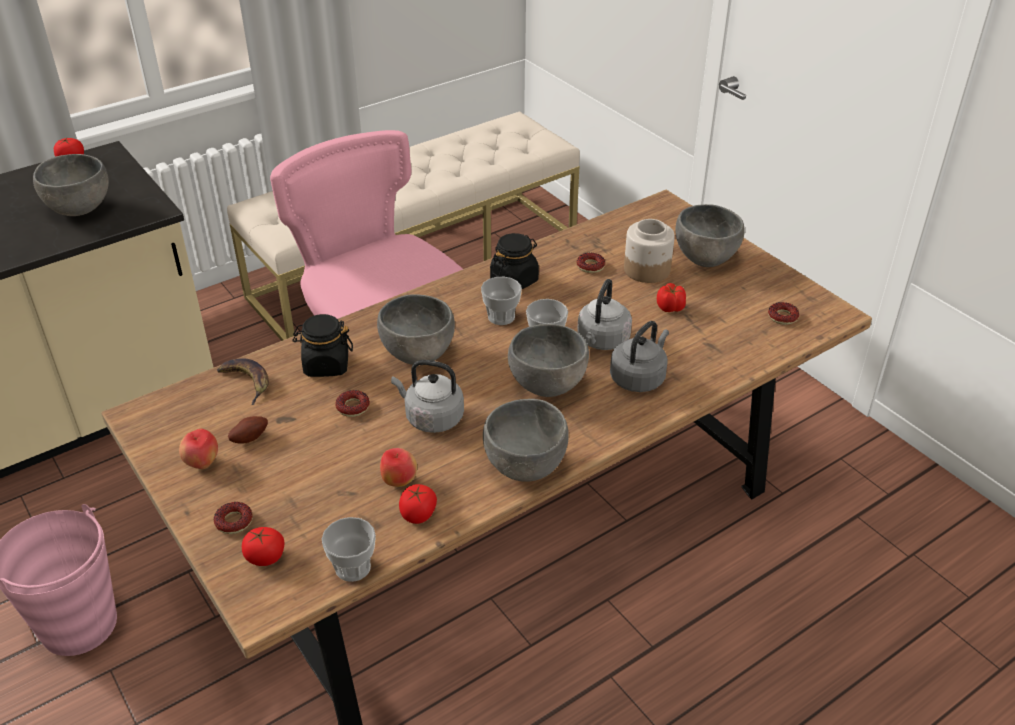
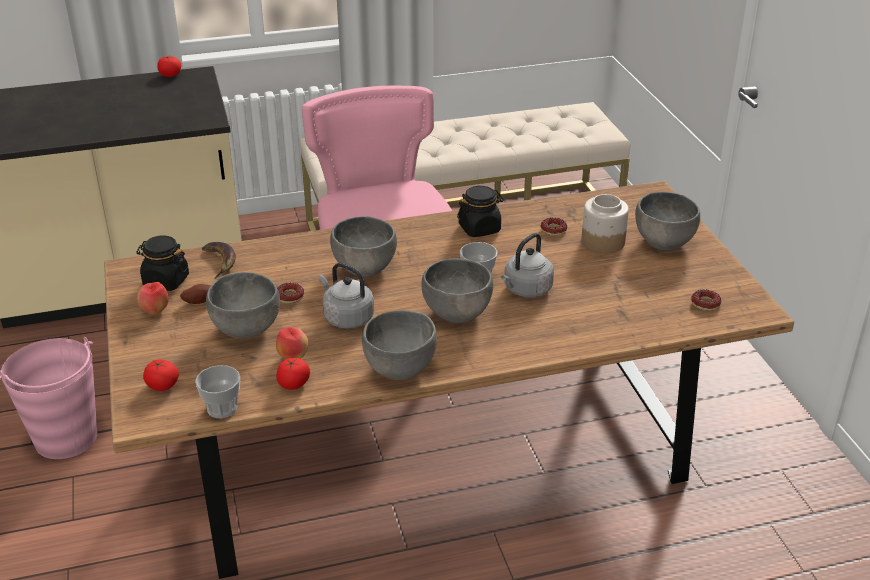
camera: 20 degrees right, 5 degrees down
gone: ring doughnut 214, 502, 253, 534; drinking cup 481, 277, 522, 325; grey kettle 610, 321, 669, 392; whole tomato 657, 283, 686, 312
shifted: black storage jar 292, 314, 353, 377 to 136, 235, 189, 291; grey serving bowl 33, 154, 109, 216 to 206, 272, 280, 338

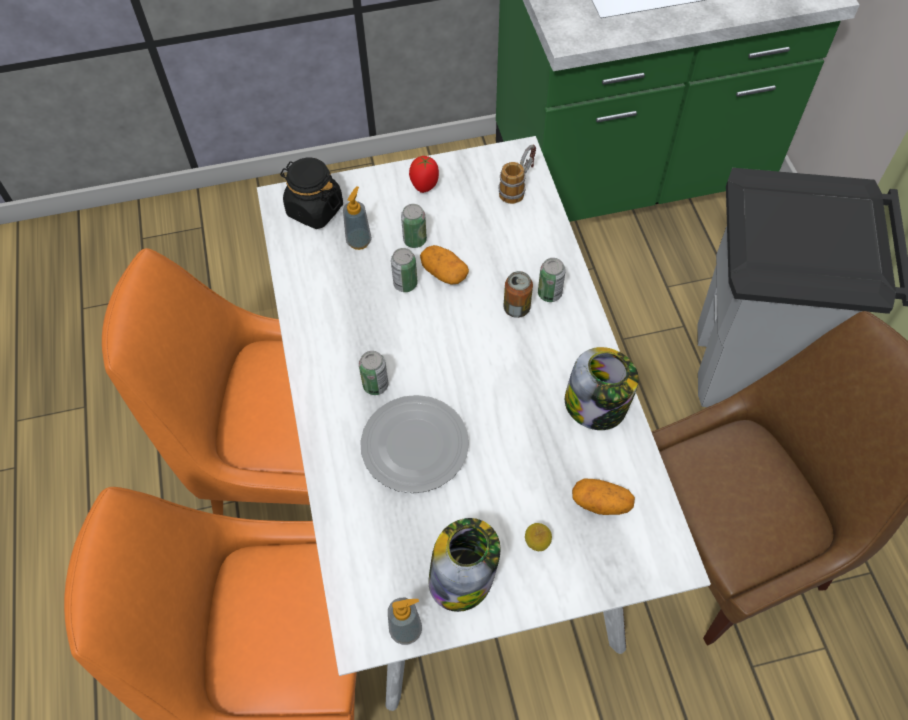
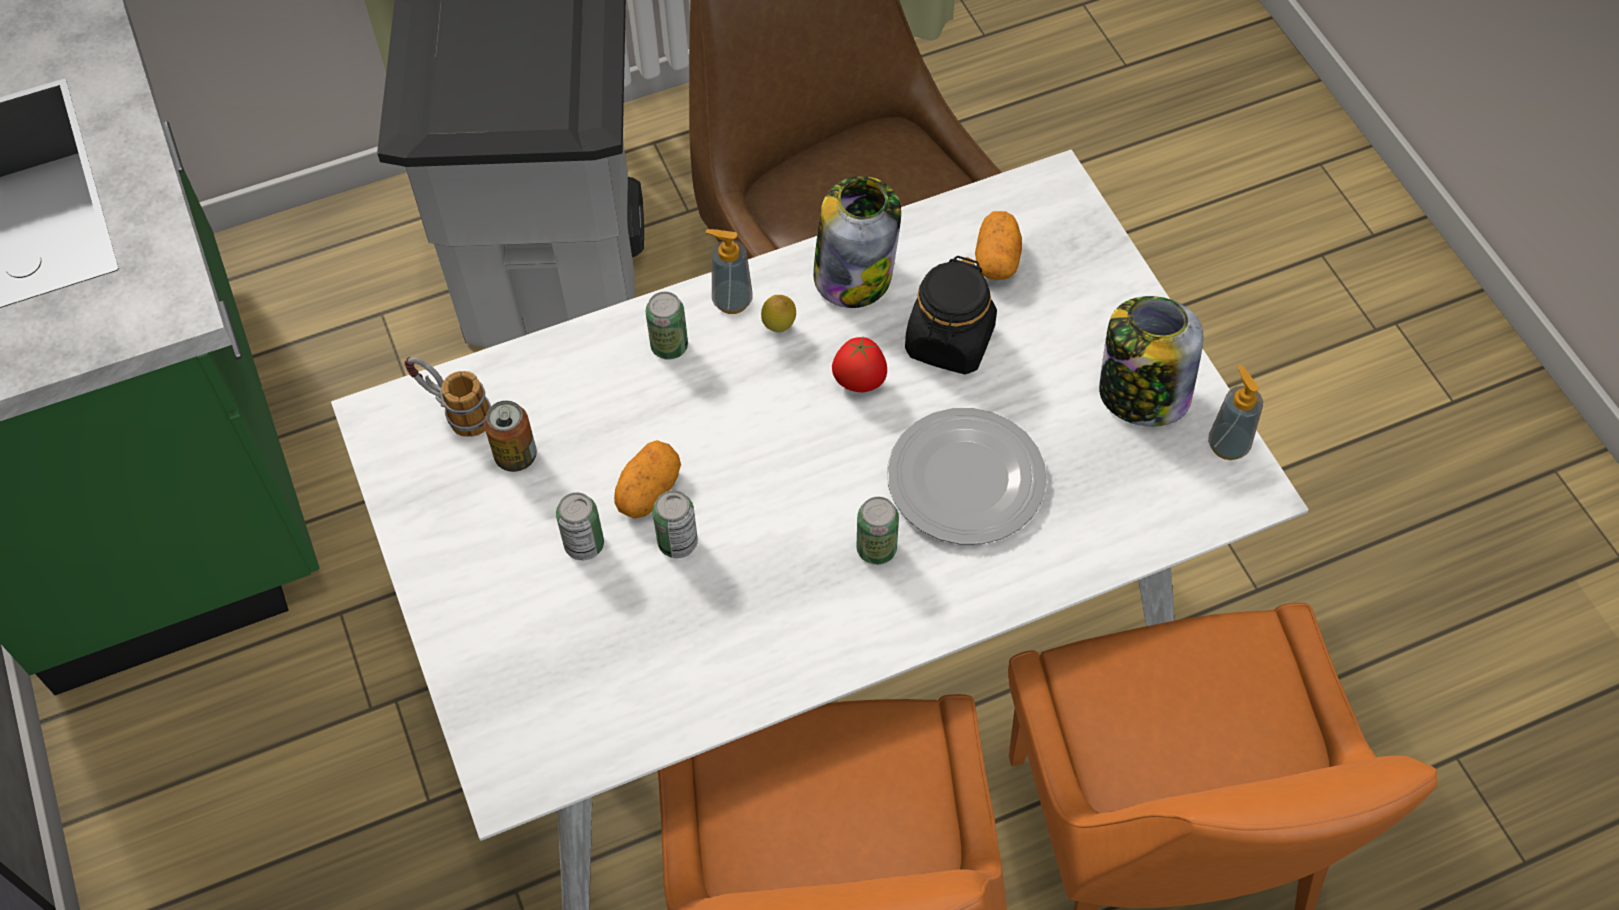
camera: 100 degrees left, 0 degrees up
shifted: metal can 503, 271, 533, 318 to 484, 401, 537, 472; soap bottle 343, 186, 372, 250 to 706, 229, 753, 314; whole lemon 525, 523, 552, 551 to 761, 295, 796, 332; whole tomato 409, 156, 439, 193 to 832, 337, 887, 392; black storage jar 280, 157, 343, 229 to 905, 256, 997, 374

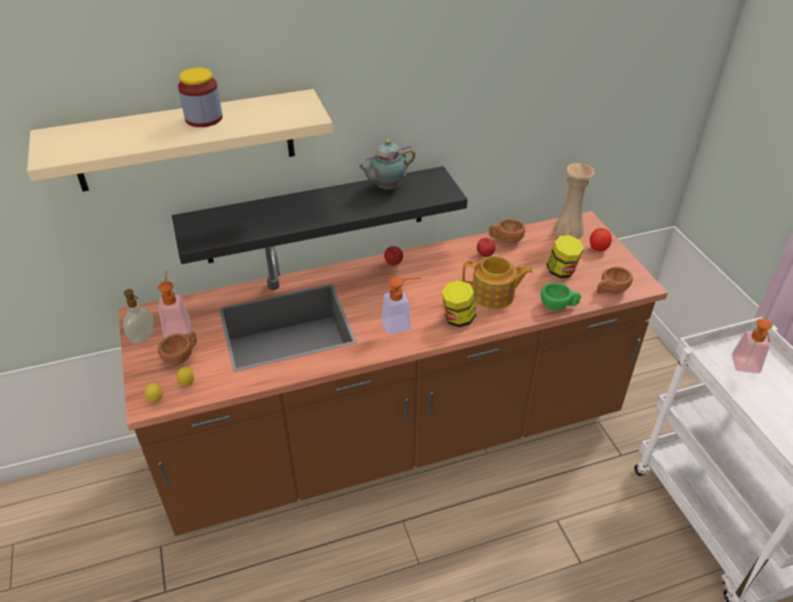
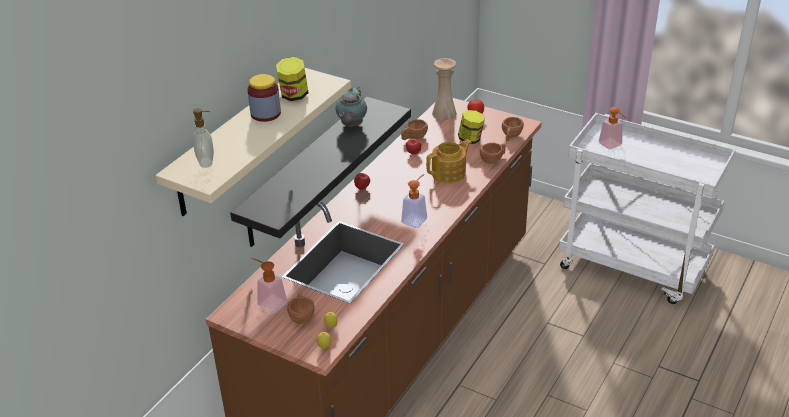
camera: 40 degrees left, 5 degrees down
shifted: soap bottle 123, 289, 154, 344 to 193, 108, 214, 168; storage jar 442, 280, 476, 327 to 276, 57, 308, 101
repainted: greenish drinking cup 541, 283, 581, 310 to brown drinking cup 480, 143, 506, 164

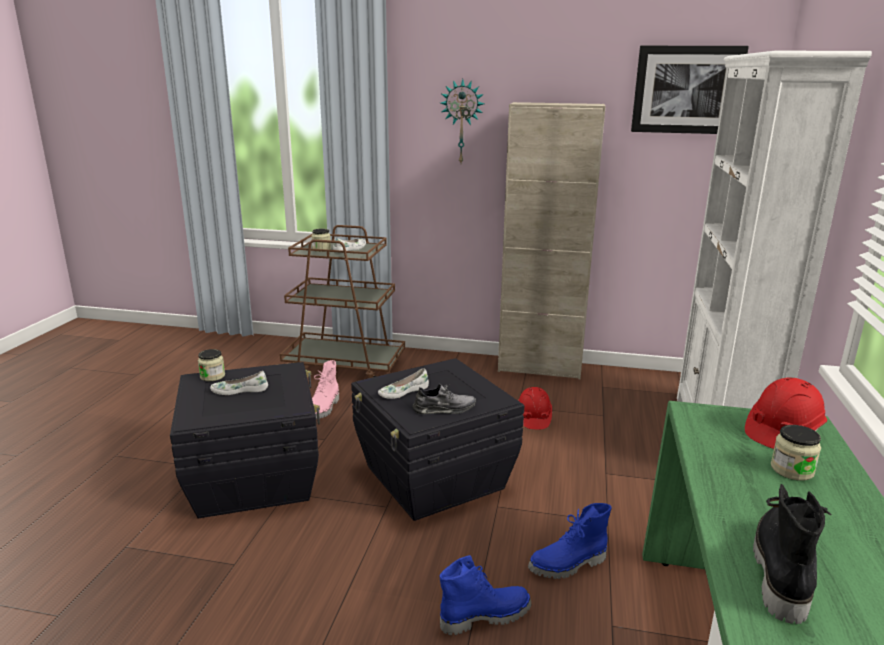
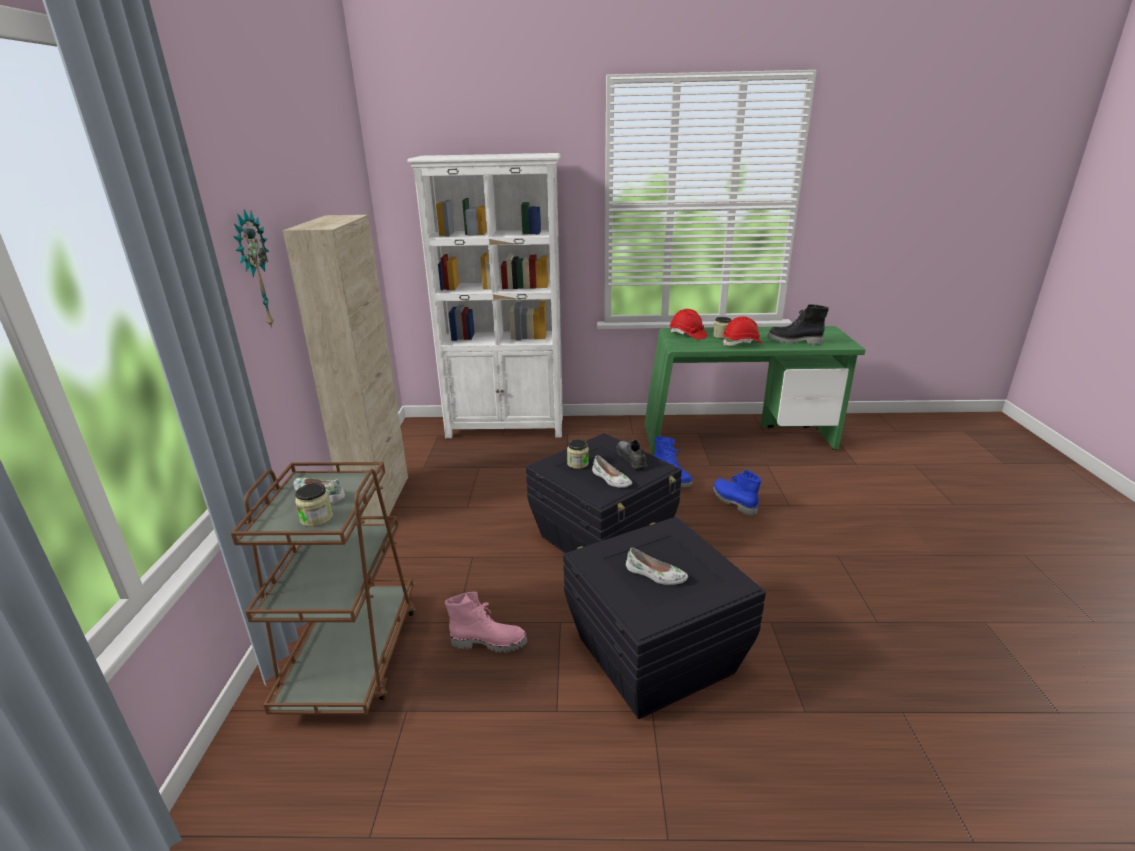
camera: 100 degrees left, 5 degrees up
gone: picture 631, 46, 749, 134
shifted: storage jar 198, 349, 225, 381 to 567, 439, 589, 469; red hard hat 518, 387, 552, 430 to 723, 316, 763, 346
rotated: white-coloured low shoe 210, 371, 268, 395 = 626, 548, 688, 585 45 degrees counterclockwise

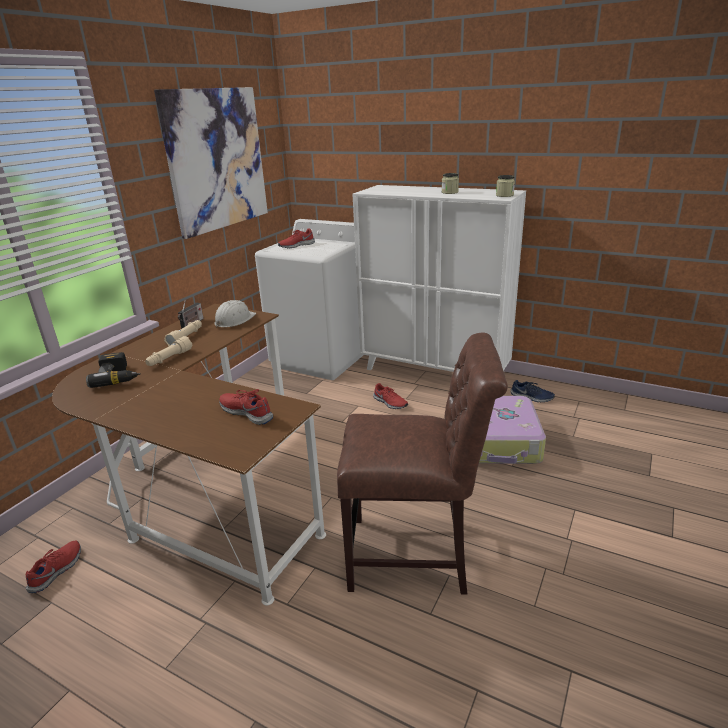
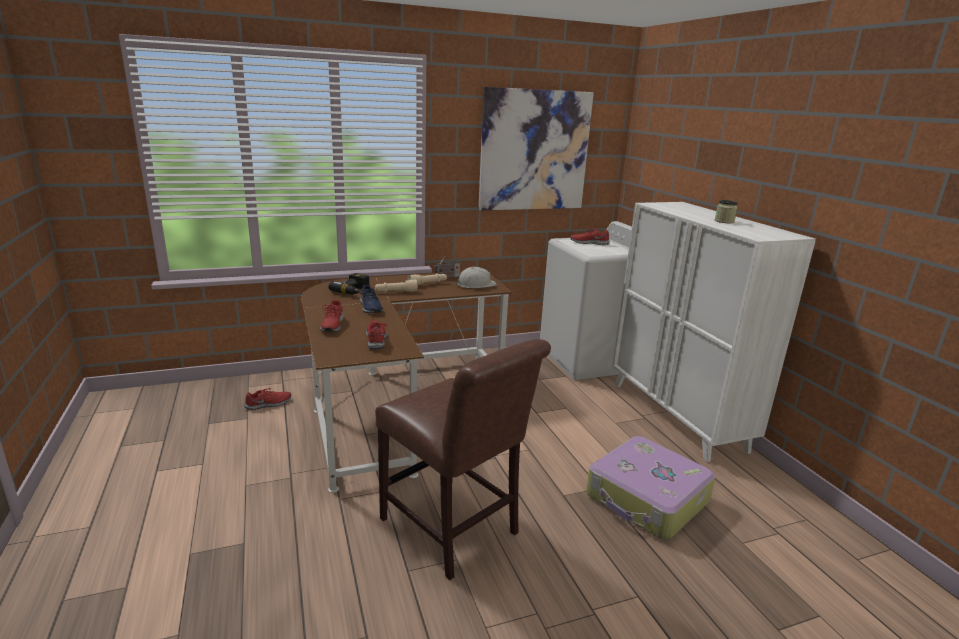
camera: 40 degrees right, 5 degrees down
gone: storage jar 496, 175, 515, 197
shifted: red low shoe 373, 383, 408, 409 to 320, 300, 344, 332; bluish low shoe 511, 380, 555, 402 to 360, 285, 383, 313

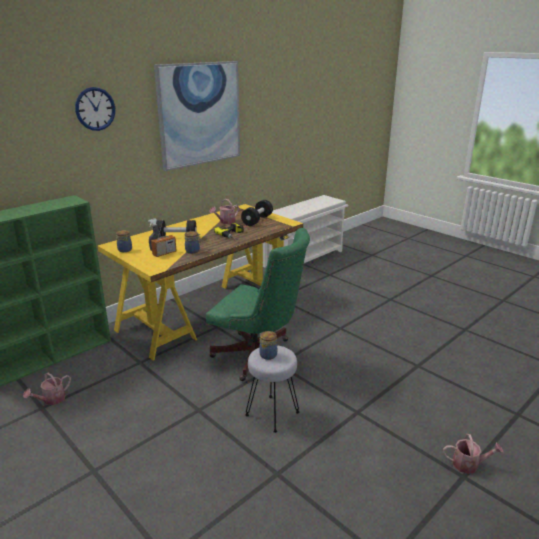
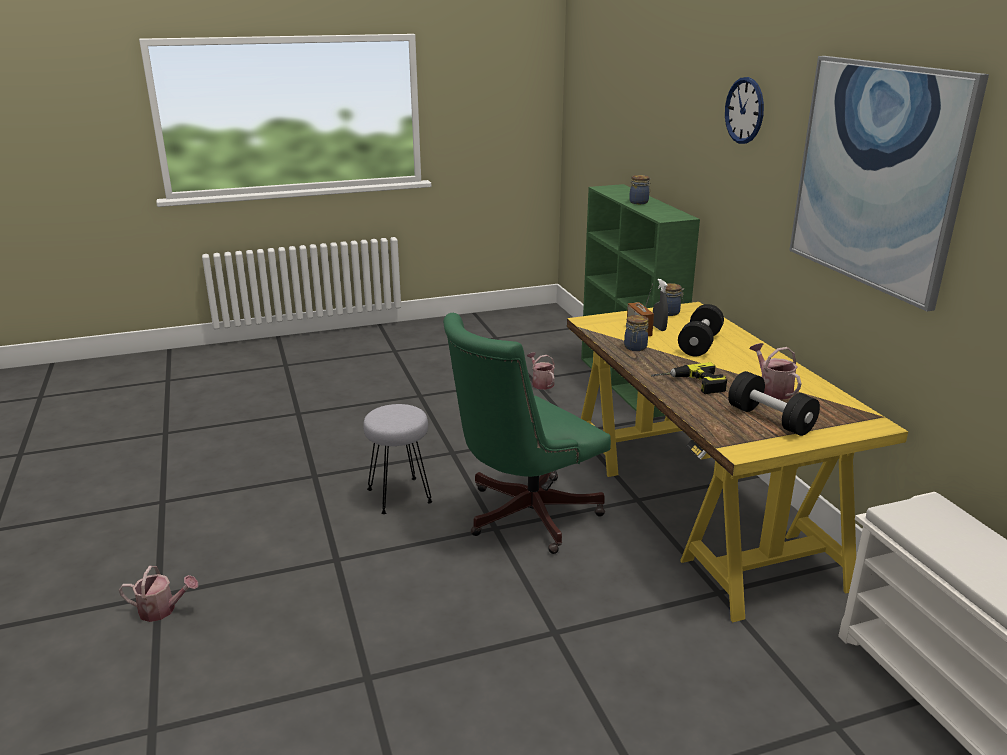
camera: 115 degrees right, 0 degrees up
shifted: storage jar 259, 331, 277, 360 to 629, 175, 650, 204
rotated: watering can 443, 434, 503, 474 = 119, 566, 198, 622 120 degrees counterclockwise

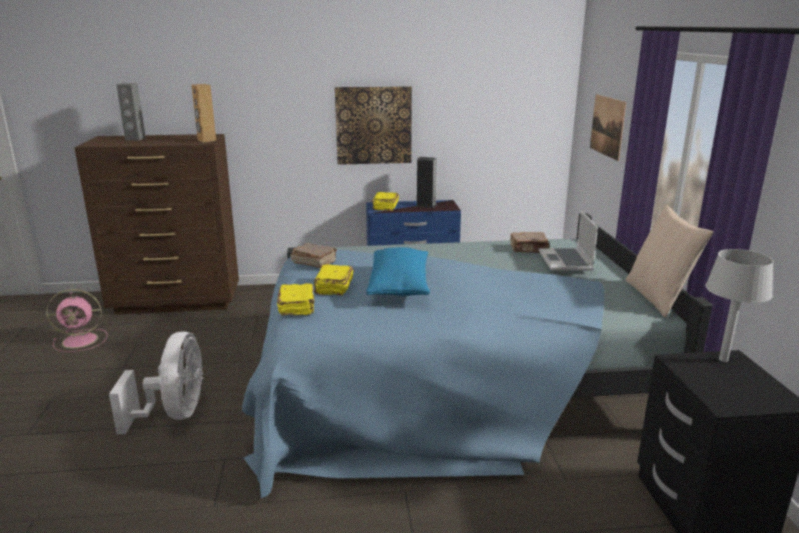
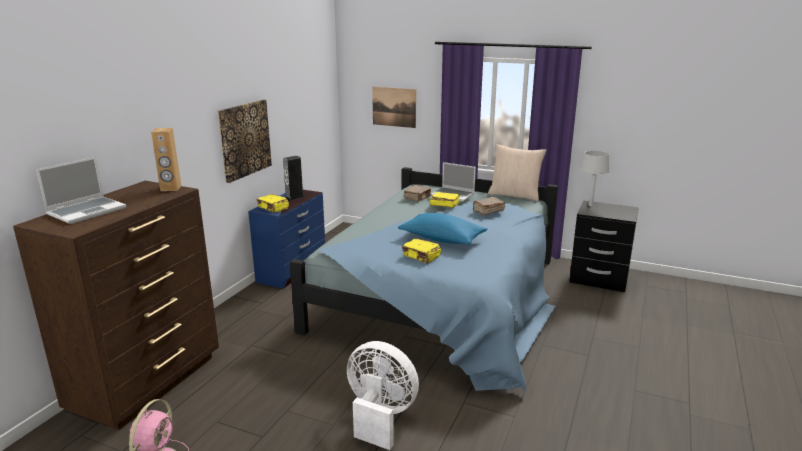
camera: 60 degrees left, 0 degrees up
shifted: yellow bound book 277, 283, 315, 316 to 430, 192, 460, 208; brown bound book 291, 243, 337, 268 to 473, 197, 505, 215
swapped: grey loudspeaker 116, 83, 146, 140 to portable computer 36, 157, 126, 224

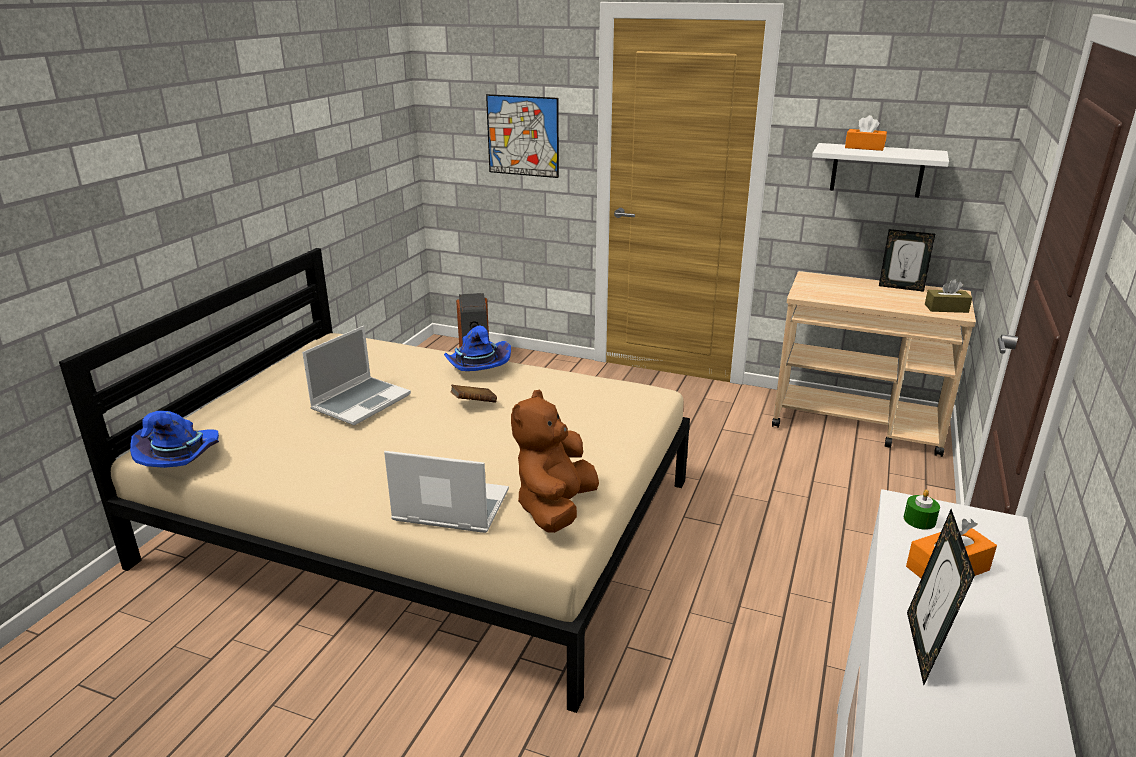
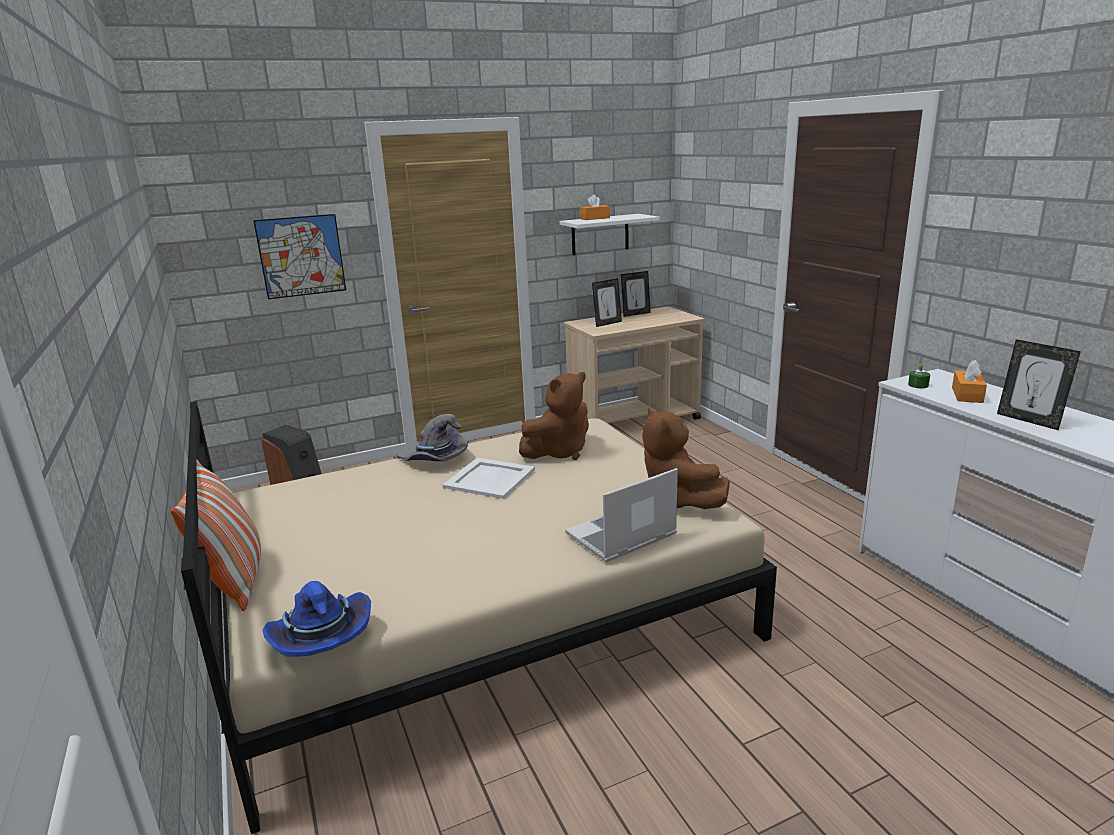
camera: 45 degrees left, 5 degrees down
gone: portable computer 302, 326, 411, 426; brown tissue box 925, 279, 972, 313
new: throw pillow 170, 459, 261, 611; brown soft toy 519, 372, 589, 460; standing frame 592, 278, 622, 327
swapped: brown bound book 450, 385, 497, 403 to white-coloured serving tray 442, 458, 535, 499
repainted: bluish hat 444, 326, 511, 371 to grey hat 396, 414, 468, 461

